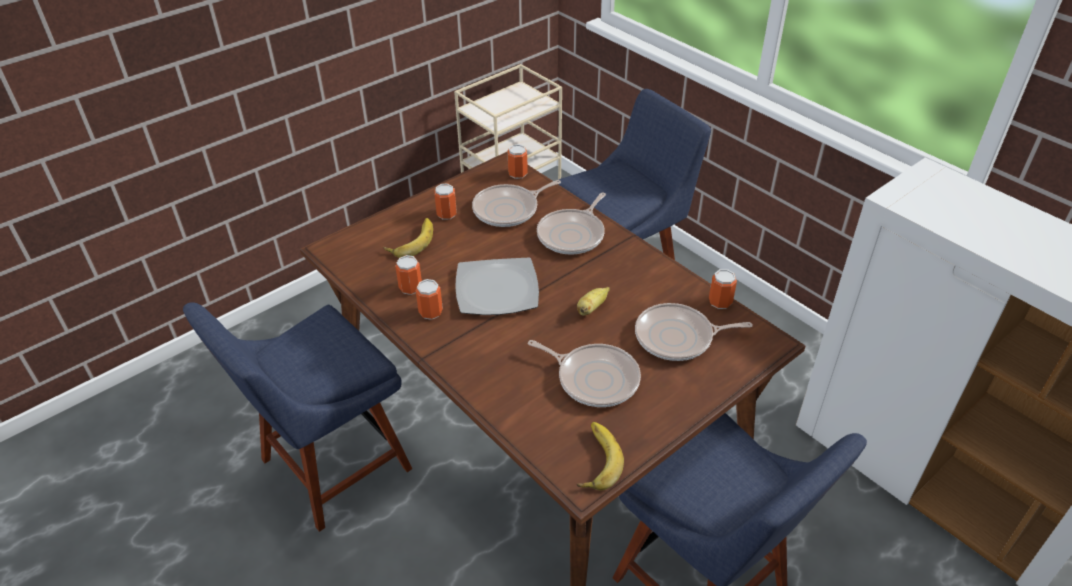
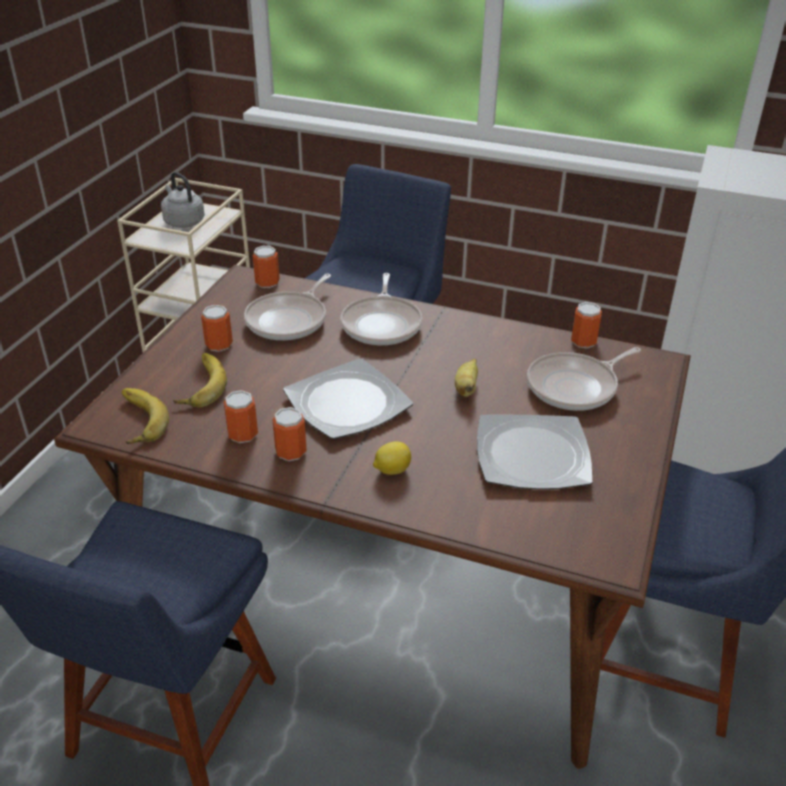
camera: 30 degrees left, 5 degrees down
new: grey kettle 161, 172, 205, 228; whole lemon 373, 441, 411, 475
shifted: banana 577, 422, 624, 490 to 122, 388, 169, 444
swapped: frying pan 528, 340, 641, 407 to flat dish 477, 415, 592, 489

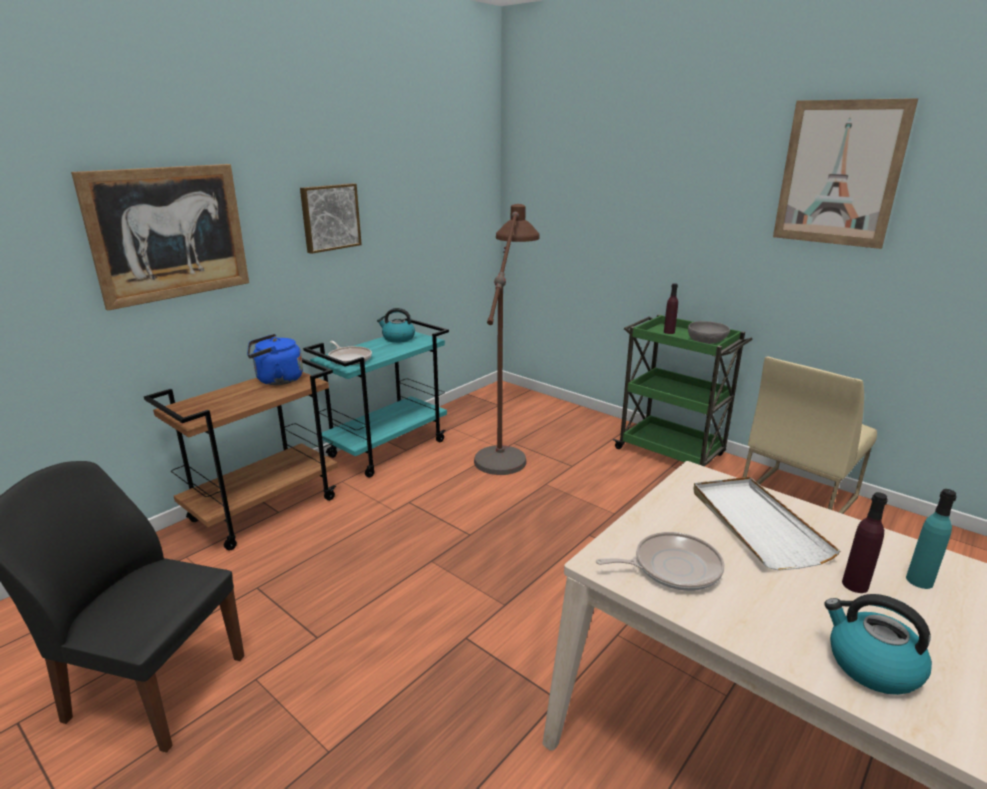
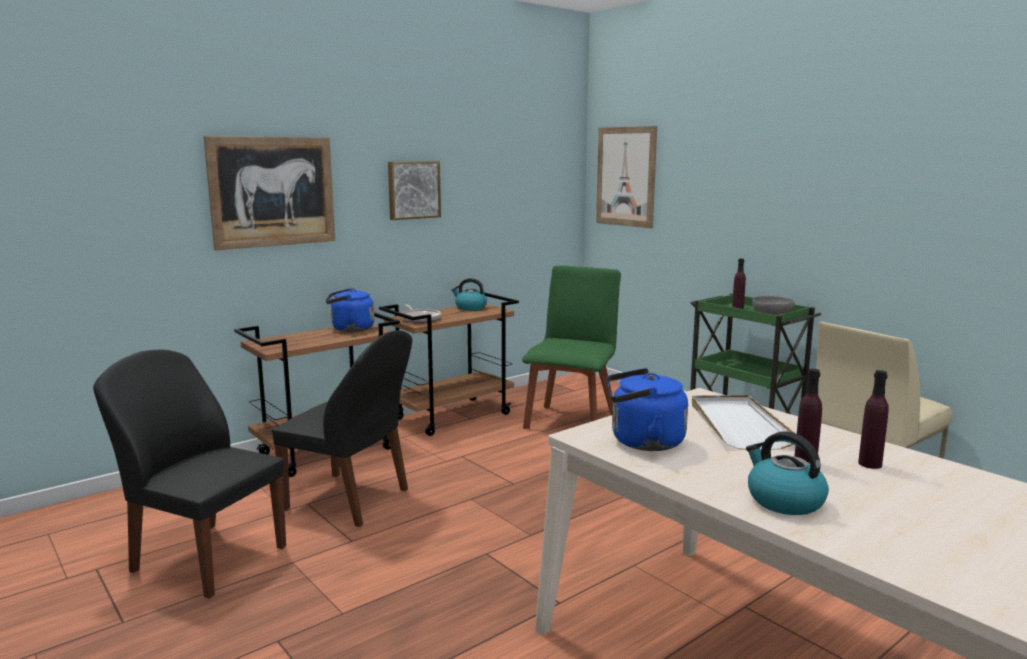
camera: 10 degrees right, 10 degrees down
new: black plain chair 272, 330, 412, 527
shifted: picture 773, 98, 918, 249 to 596, 126, 657, 228
swapped: brown standard lamp 474, 204, 539, 475 to greenish plain chair 522, 265, 621, 429; frying pan 596, 532, 725, 591 to bluish kettle 606, 368, 688, 451
repainted: turquoise-coloured wheeled cart 303, 318, 449, 478 to brown wheeled cart 379, 292, 519, 436; turquoise-coloured drink bottle 906, 489, 957, 589 to purplish drink bottle 858, 370, 889, 469

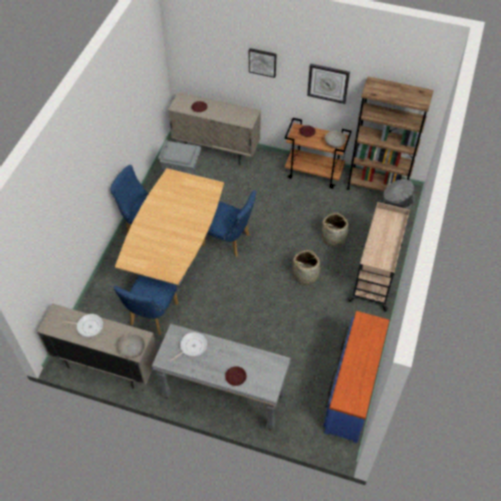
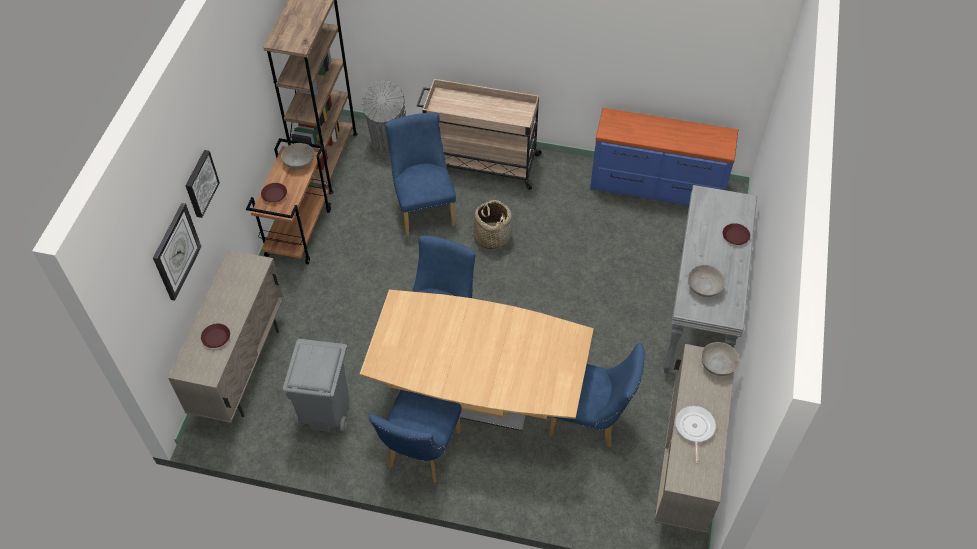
camera: 95 degrees left, 0 degrees up
shifted: hanging clock 307, 63, 350, 104 to 153, 203, 202, 301
swapped: basket 320, 213, 350, 247 to bluish plain chair 385, 112, 456, 236; frying pan 170, 332, 207, 362 to grey serving bowl 687, 265, 725, 297

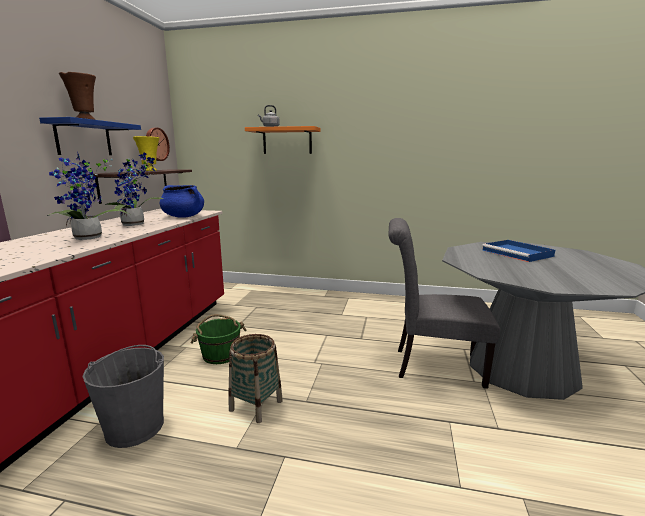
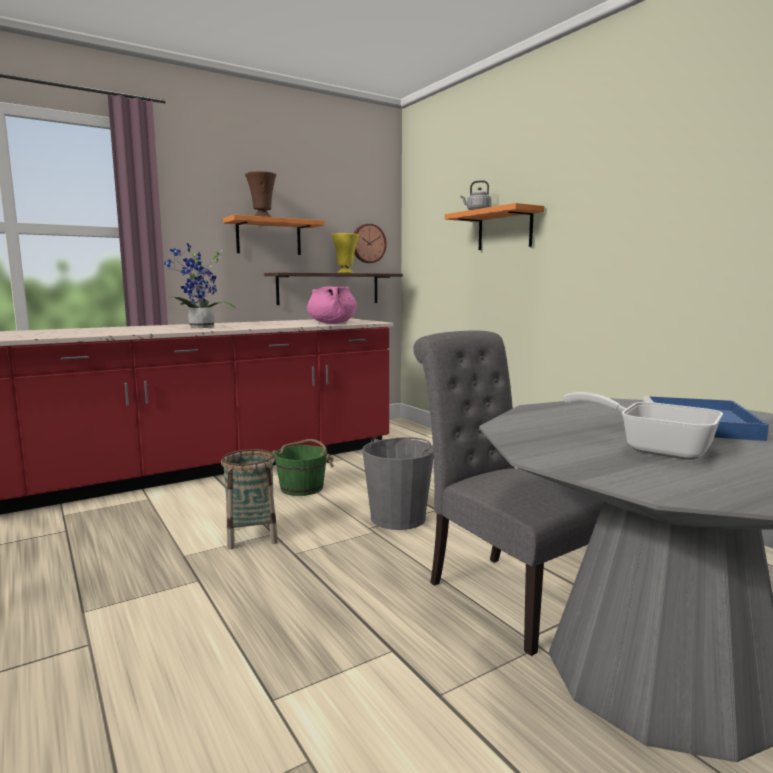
camera: 45 degrees right, 5 degrees down
gone: plant in a pot 105, 153, 164, 226
new: frying pan 563, 392, 723, 460
shifted: grey pail 82, 345, 164, 448 to 362, 437, 434, 530
repainted: bluish bracket shelf 39, 117, 141, 155 to orange bracket shelf 223, 215, 325, 255; bluish cooking pot 160, 185, 204, 218 to pink-coloured cooking pot 307, 286, 357, 324

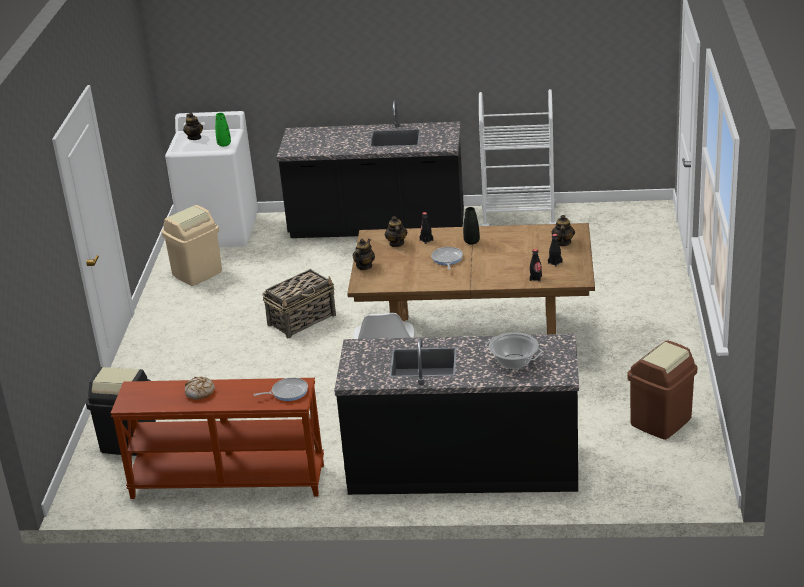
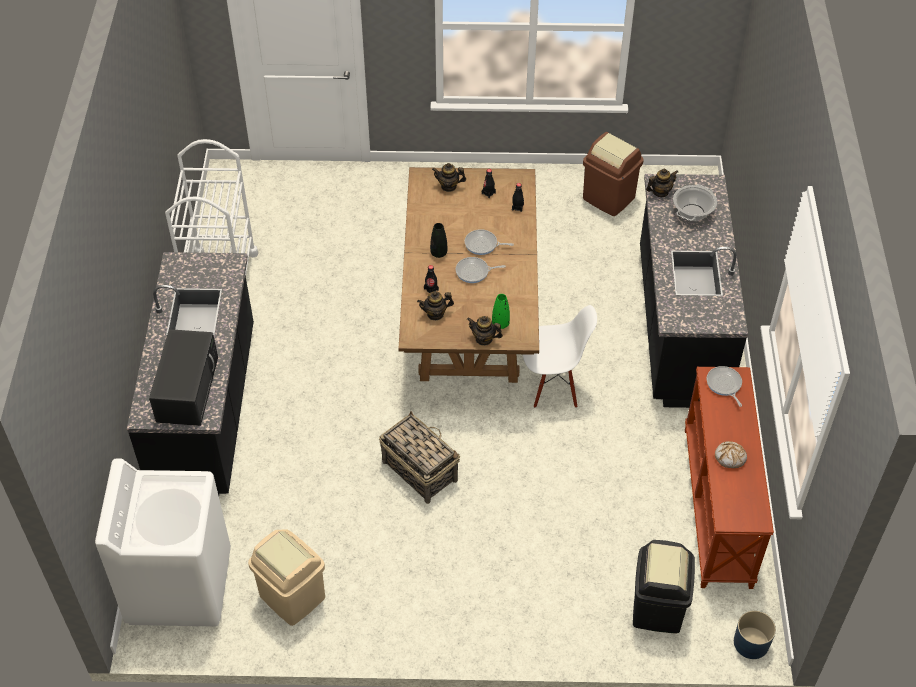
camera: 95 degrees left, 20 degrees up
new: black microwave oven 149, 329, 218, 426; frying pan 465, 229, 514, 255; bluish plant pot 734, 610, 776, 659
shifted: greenish flower vase 215, 113, 231, 147 to 492, 294, 510, 329; teapot 183, 113, 203, 140 to 646, 168, 678, 197

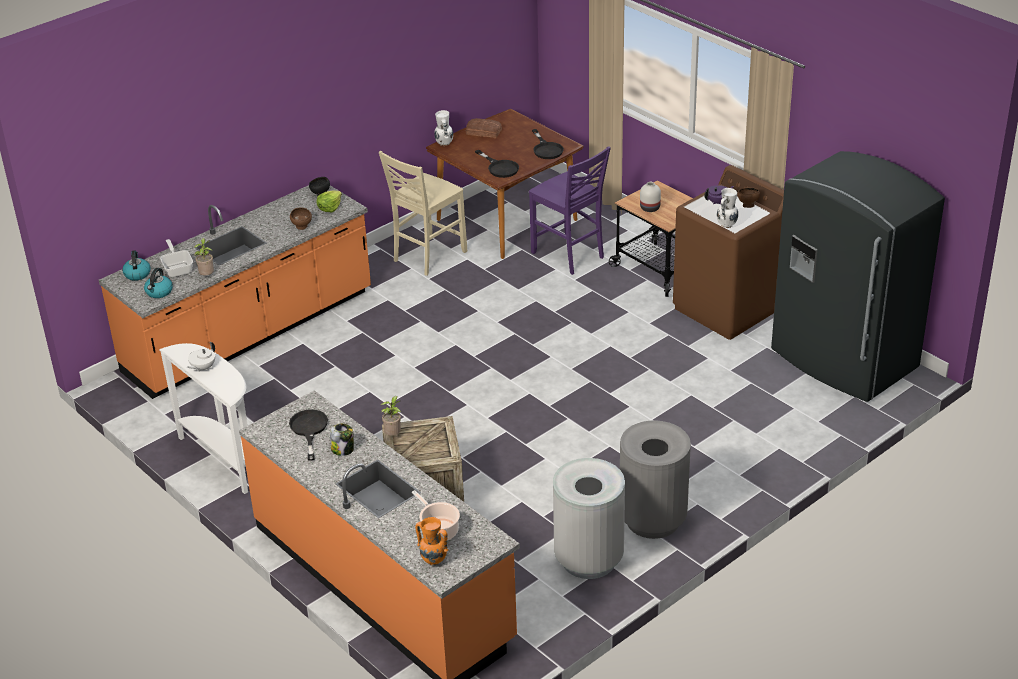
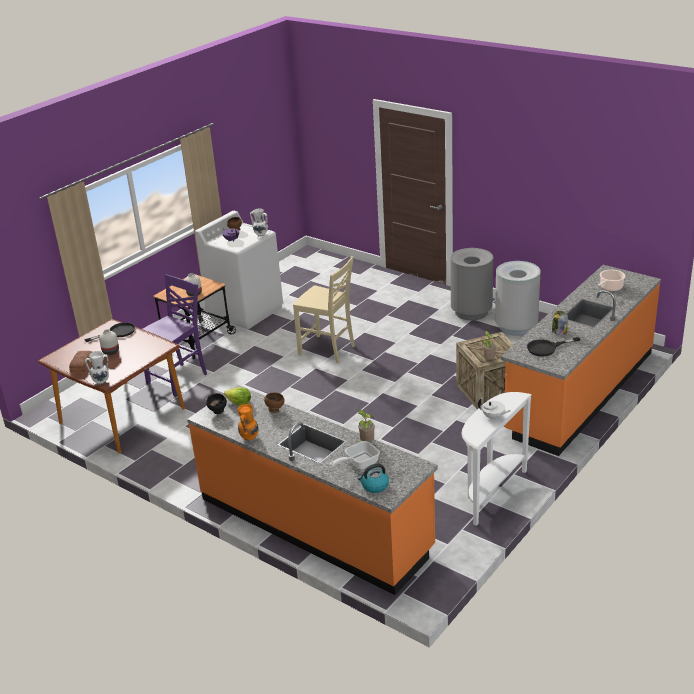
camera: 100 degrees left, 5 degrees down
gone: kettle 144, 268, 173, 298; black frying pan 475, 150, 519, 178; grey refrigerator 771, 151, 945, 402
new: white-coloured flower vase 99, 329, 119, 355
shifted: orange flower vase 415, 517, 448, 565 to 238, 404, 258, 441; beige plain chair 379, 151, 467, 276 to 293, 256, 355, 363
repainted: brown laundry appliance 673, 165, 784, 340 to white-coloured laundry appliance 195, 211, 283, 329

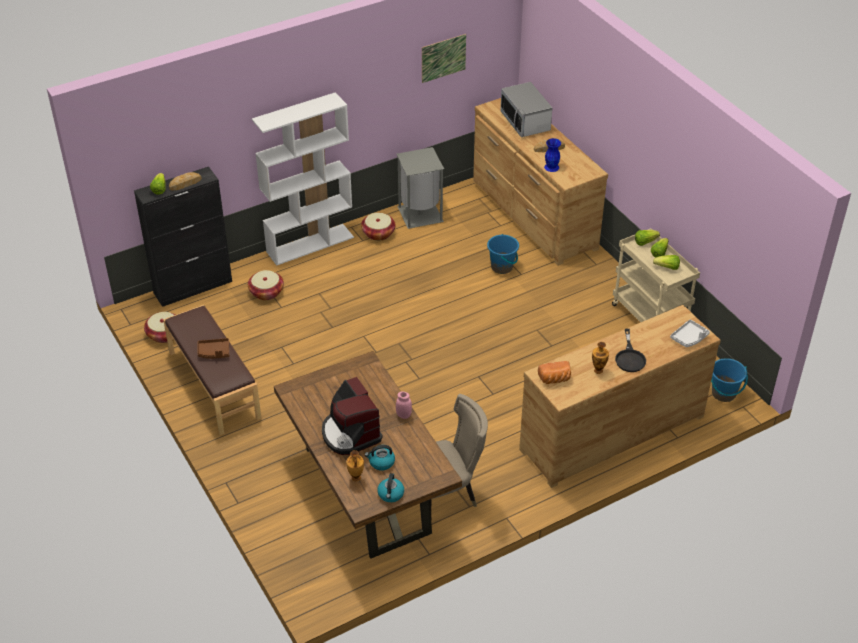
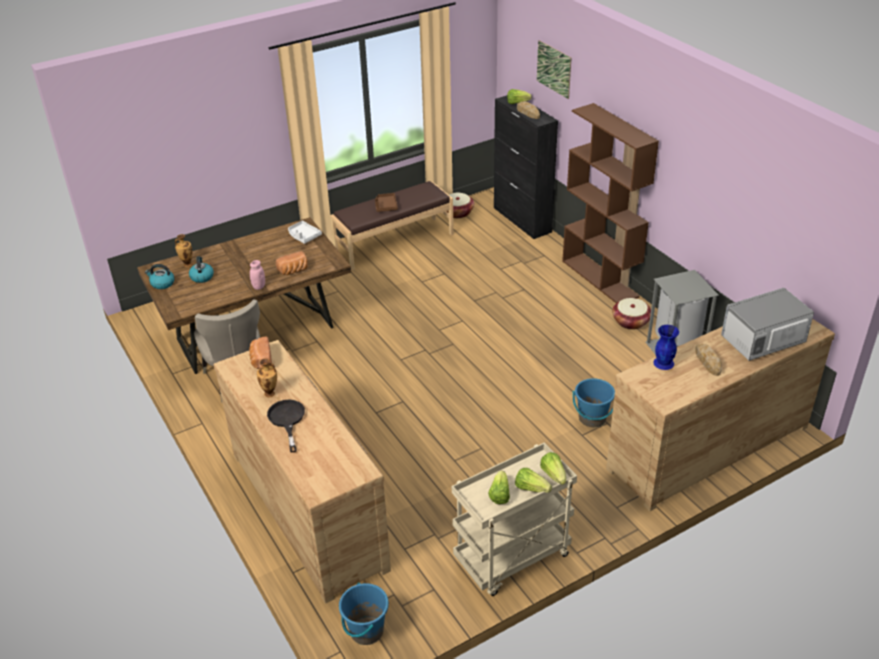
camera: 90 degrees right, 5 degrees down
gone: basket 248, 270, 284, 300; coffee brewer 322, 377, 383, 455
new: baked bread 276, 251, 308, 275
shifted: white-coloured serving tray 670, 319, 710, 347 to 288, 221, 322, 244; picture 422, 34, 466, 83 to 537, 40, 571, 99
repainted: white-coloured shelving unit 252, 92, 354, 266 to brown shelving unit 562, 103, 659, 303
rotated: black frying pan 615, 329, 646, 372 = 267, 400, 305, 452 75 degrees clockwise

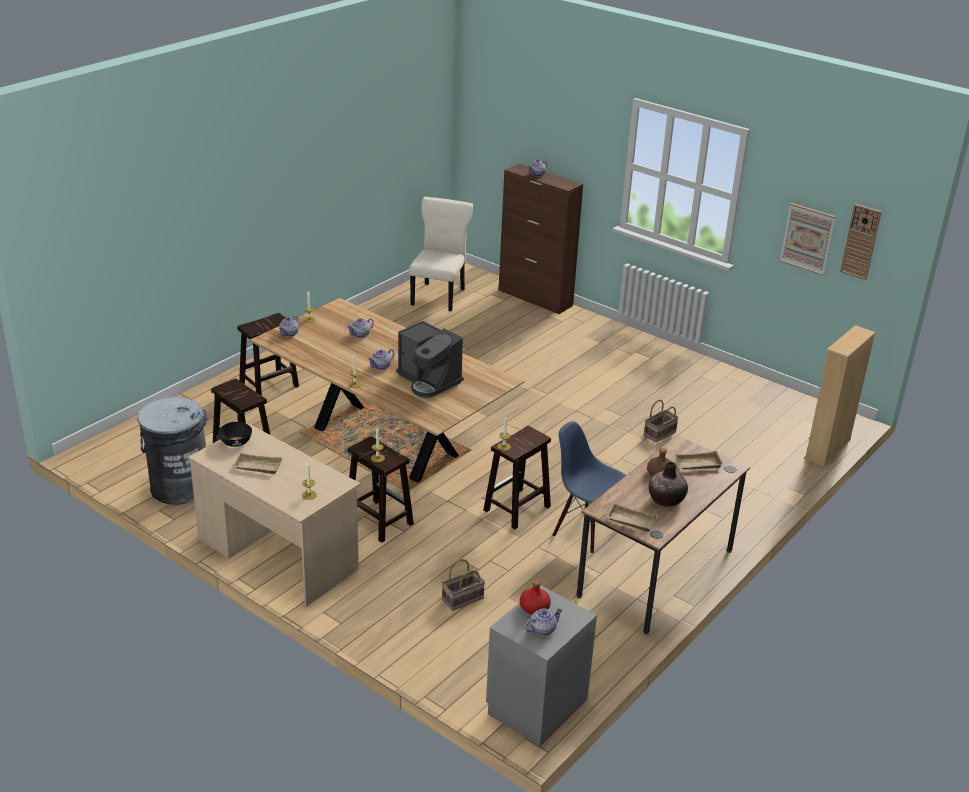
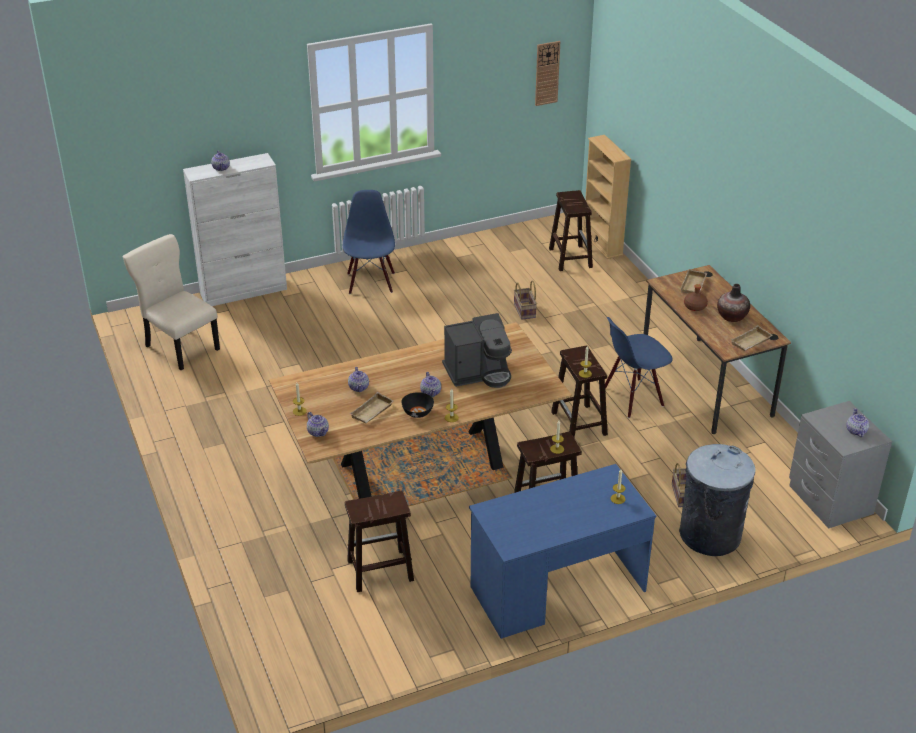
camera: 60 degrees left, 5 degrees up
gone: red drink bottle 520, 579, 551, 615; picture 780, 203, 836, 275
new: bluish plain chair 343, 190, 395, 294
shifted: beige serving tray 233, 453, 283, 474 to 350, 392, 394, 423; black serving bowl 218, 422, 252, 447 to 401, 392, 434, 418; brown stool seat 237, 313, 299, 396 to 549, 190, 593, 271; grey waste bin 137, 397, 207, 505 to 679, 444, 755, 556
repainted: brown cabinet 499, 163, 583, 314 to white-coloured cabinet 183, 153, 287, 306; beige desk table 188, 424, 361, 607 to bluish desk table 469, 464, 656, 639

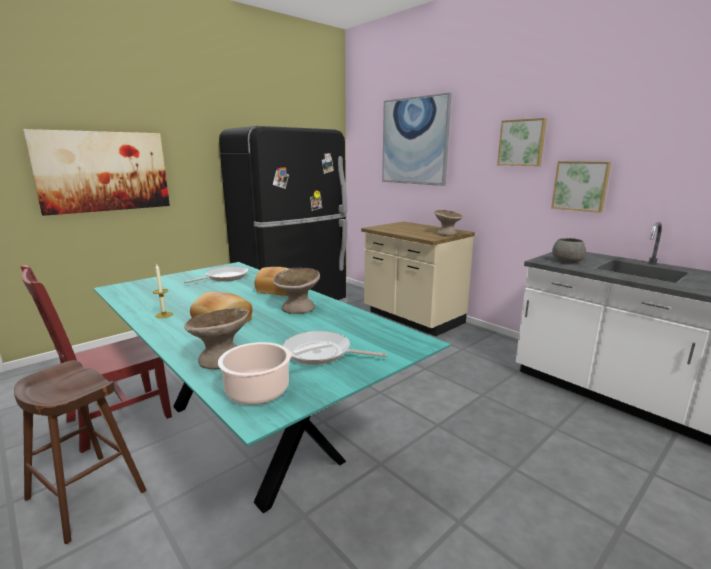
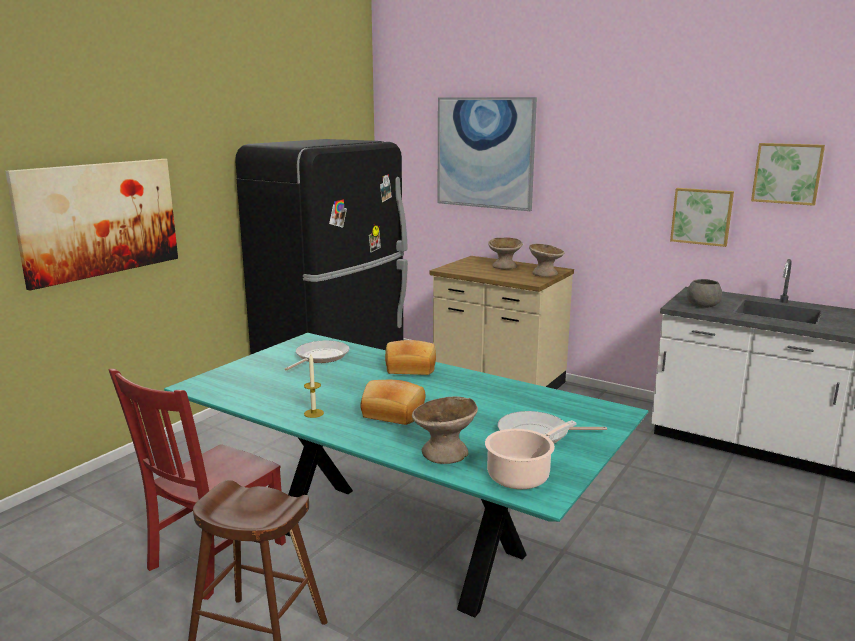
camera: 15 degrees left, 0 degrees up
shifted: beige serving bowl 273, 268, 320, 314 to 488, 237, 523, 269; picture 497, 118, 547, 166 to 751, 143, 825, 206

